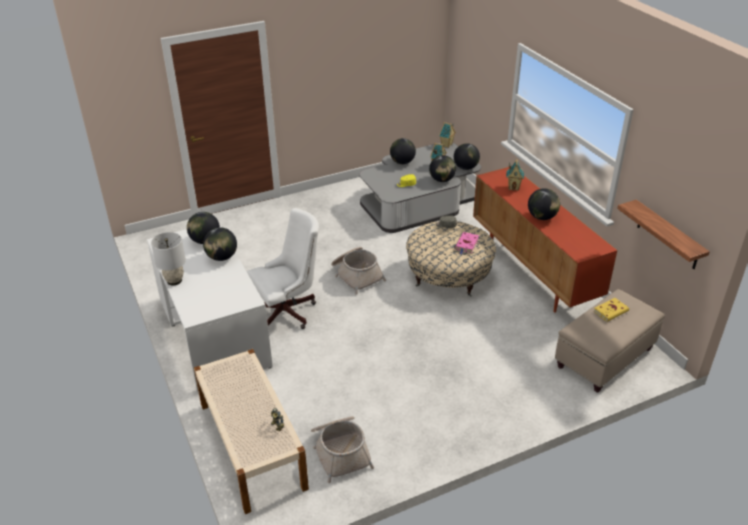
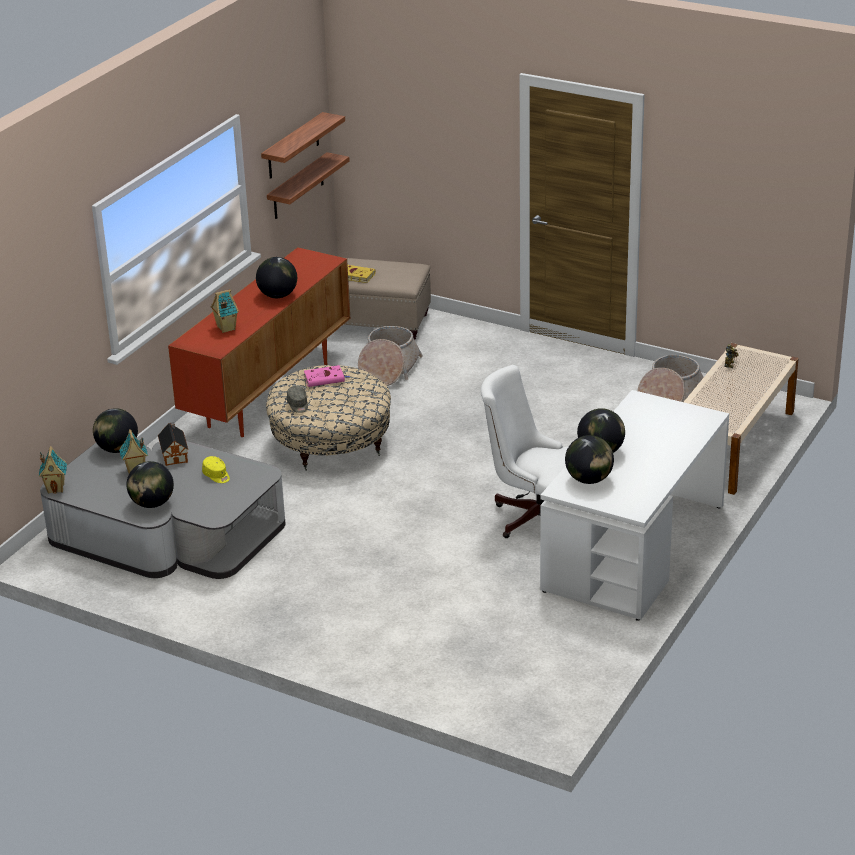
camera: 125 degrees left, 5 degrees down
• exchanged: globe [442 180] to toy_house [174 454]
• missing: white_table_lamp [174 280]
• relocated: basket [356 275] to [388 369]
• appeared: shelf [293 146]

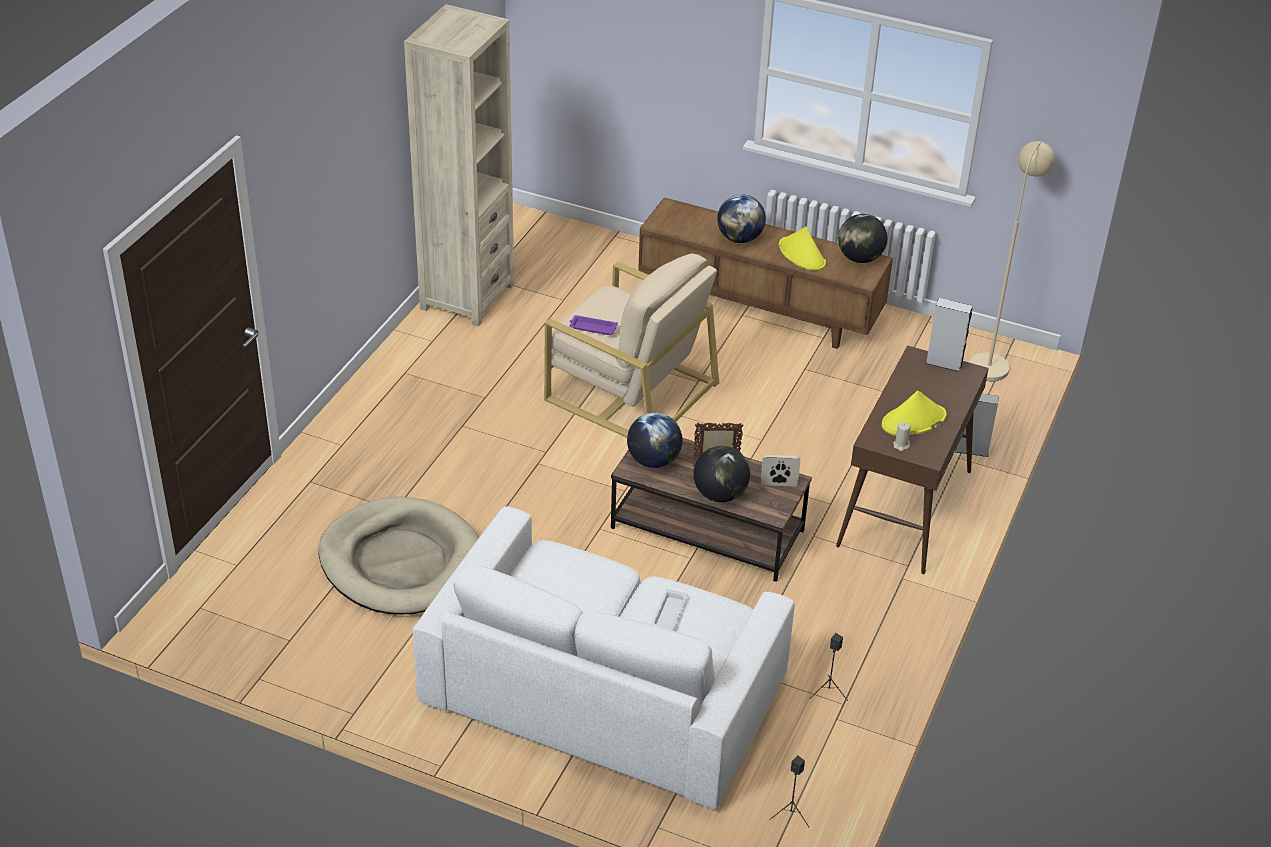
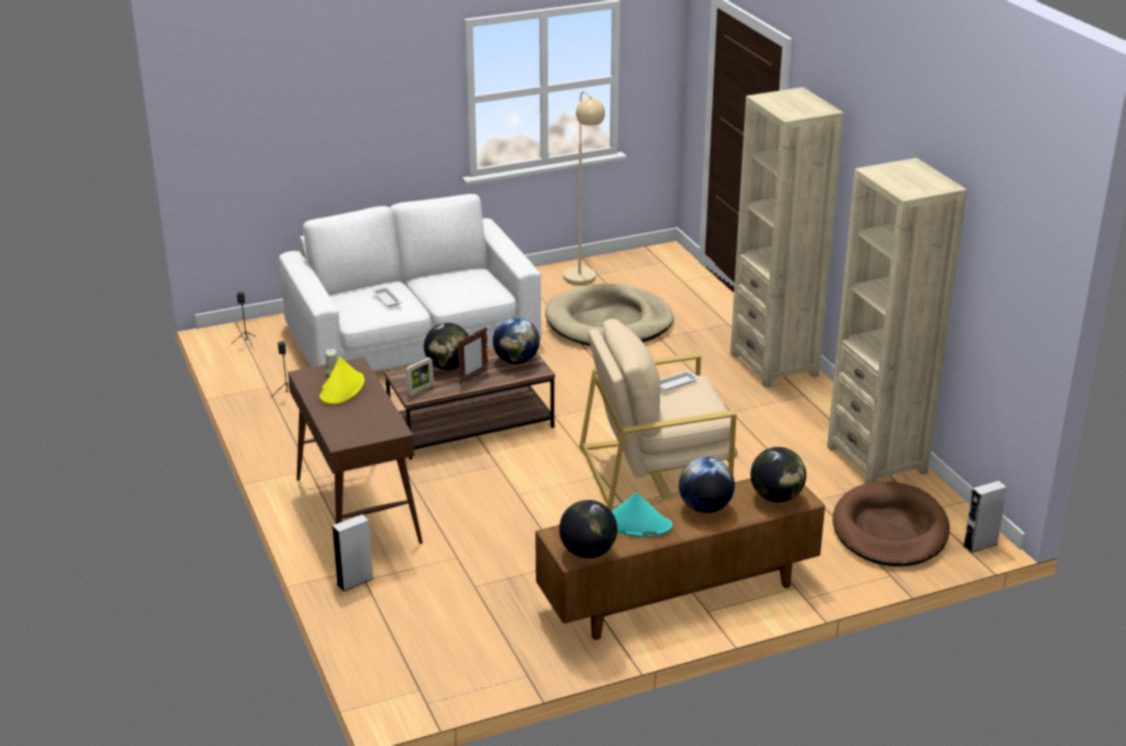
camera: 135 degrees right, 10 degrees down
• relocated: beige_floor_lamp [992 362] to [583 282]
• colour: yellow_hat [802 255] to turquoise_hat [636 525]
• relocated: grey_speaker [944 363] to [980 545]
• colour: purple_tray [592 328] to white_tray [677 383]
• appeared: beige_bookcase [774 365]
• appeared: globe [776 497]
• appeared: brown_dog_bed [889 530]

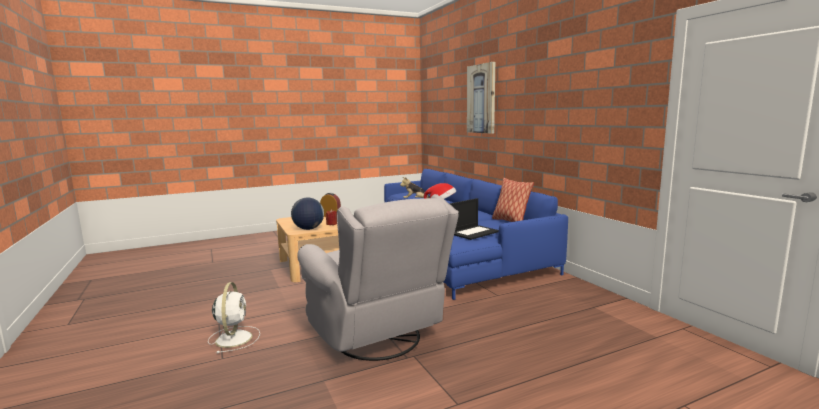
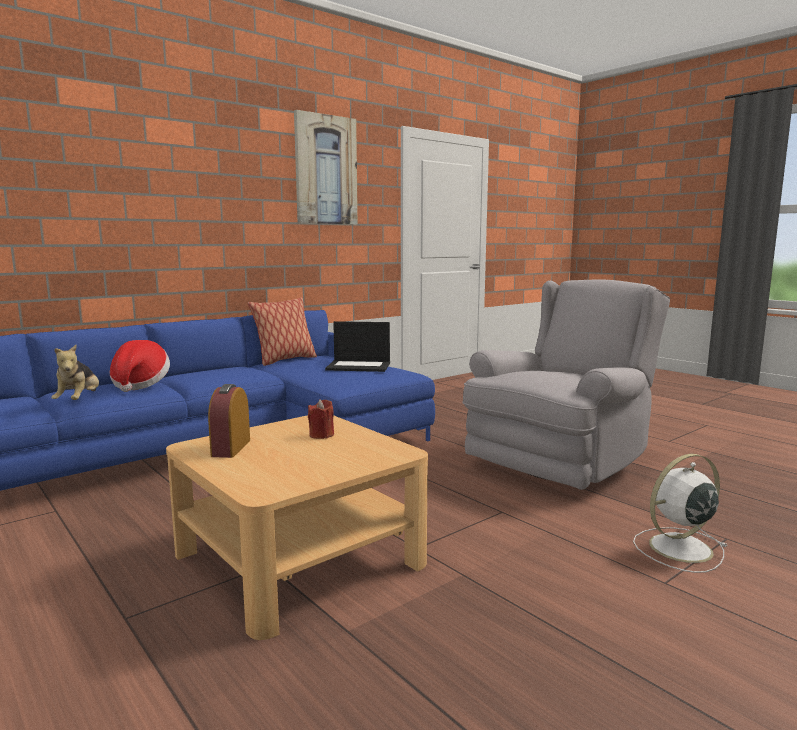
camera: 105 degrees left, 0 degrees up
• relocated: picture [481 99] to [325 170]
• missing: globe [308 229]
• spun: laptop [473 232] = [359 366] 150 degrees clockwise

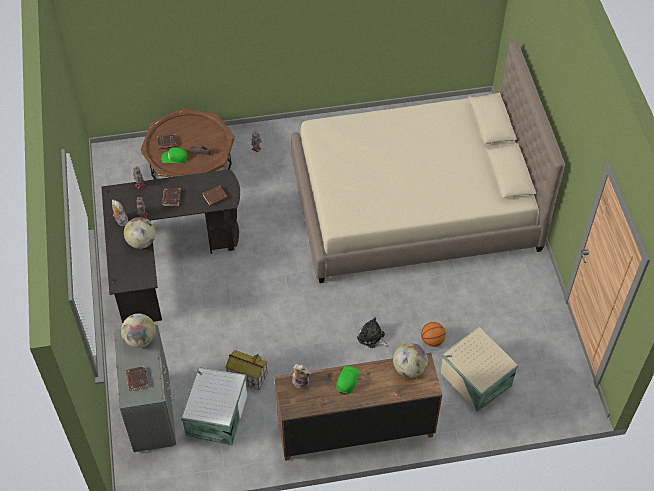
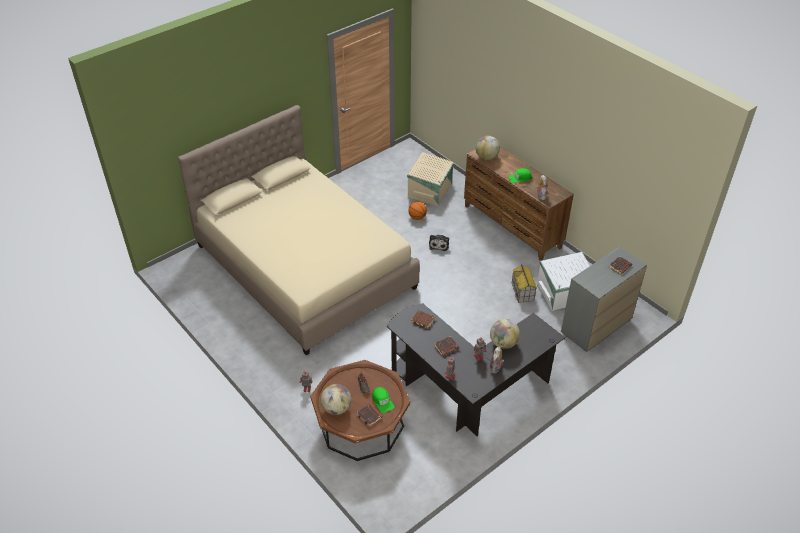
camera: 120 degrees left, 10 degrees down
• relocated: globe [140 339] to [336 408]

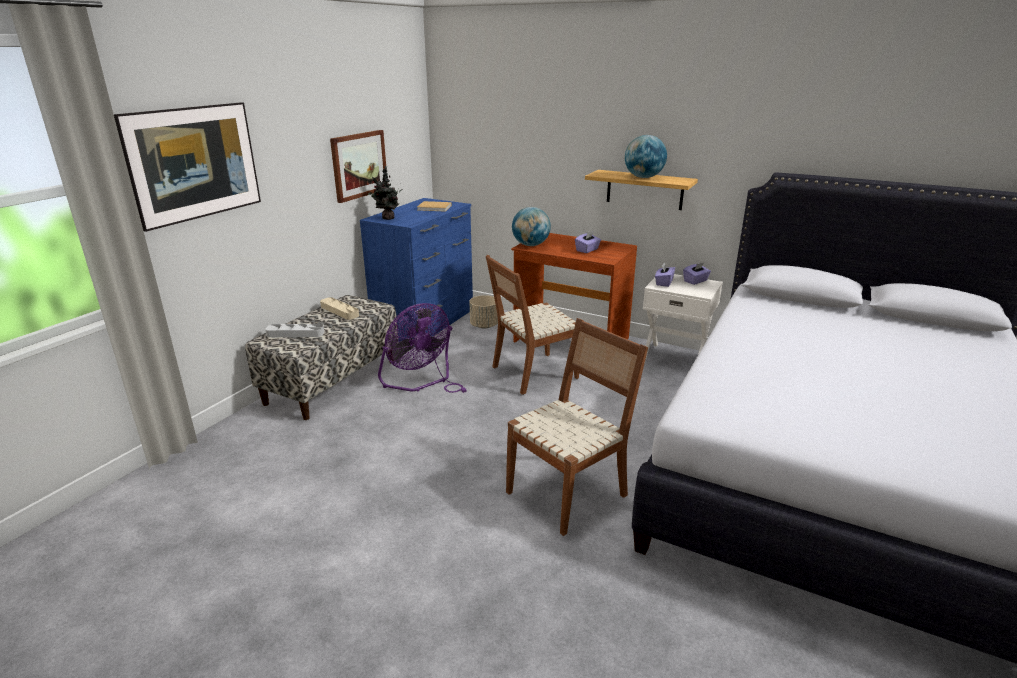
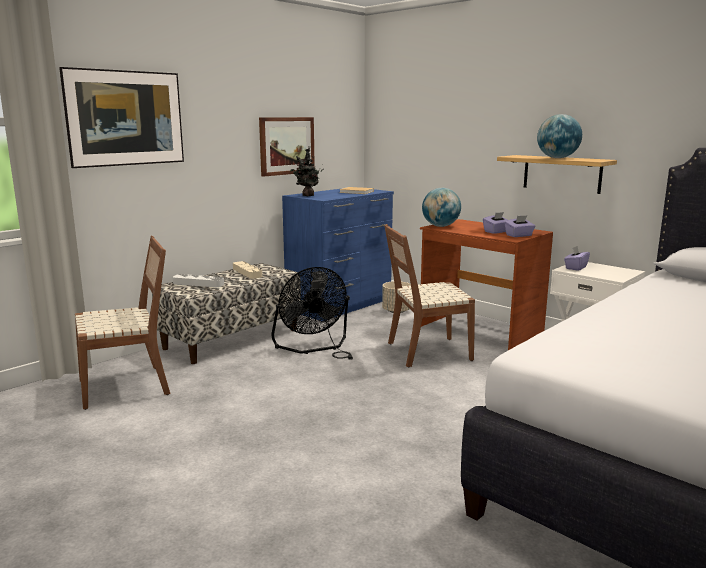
camera: 15 degrees right, 10 degrees down
• relocated: purple_tissue_box [695 281] to [519 235]
• colour: purple_fan [427 381] to black_fan [319 347]
• relocated: chair [570 492] to [129 386]

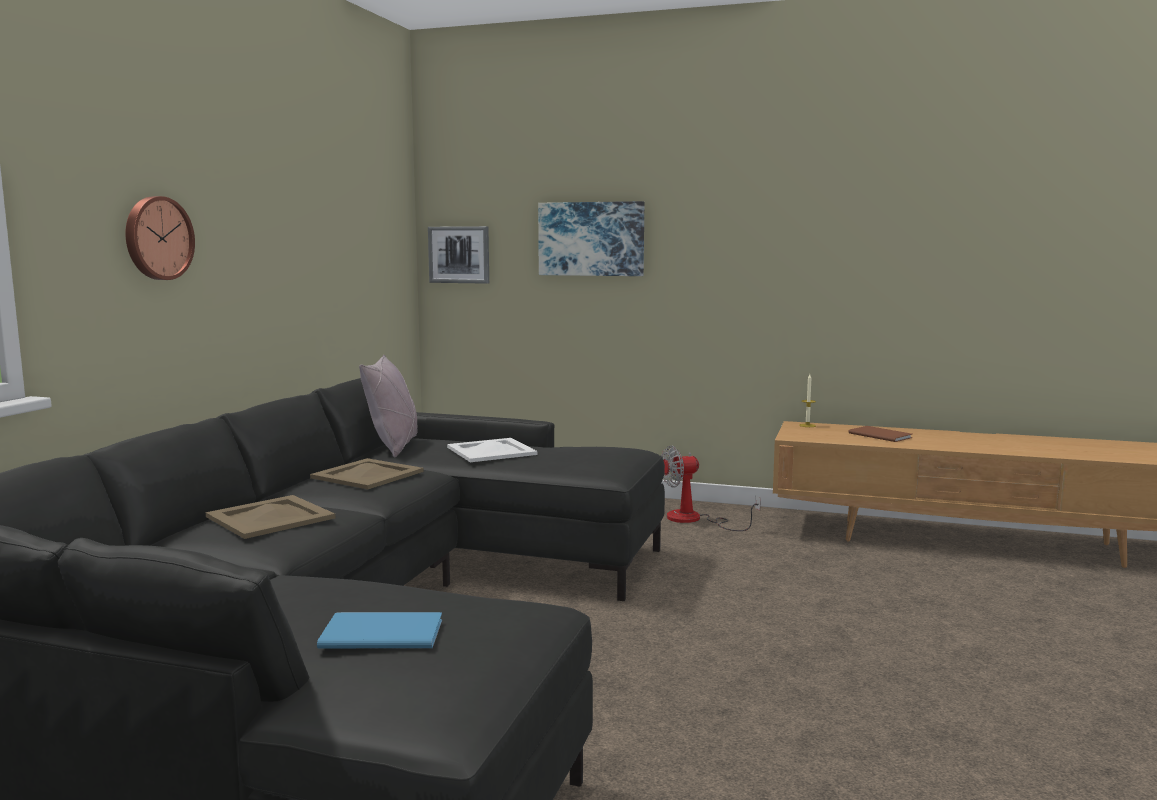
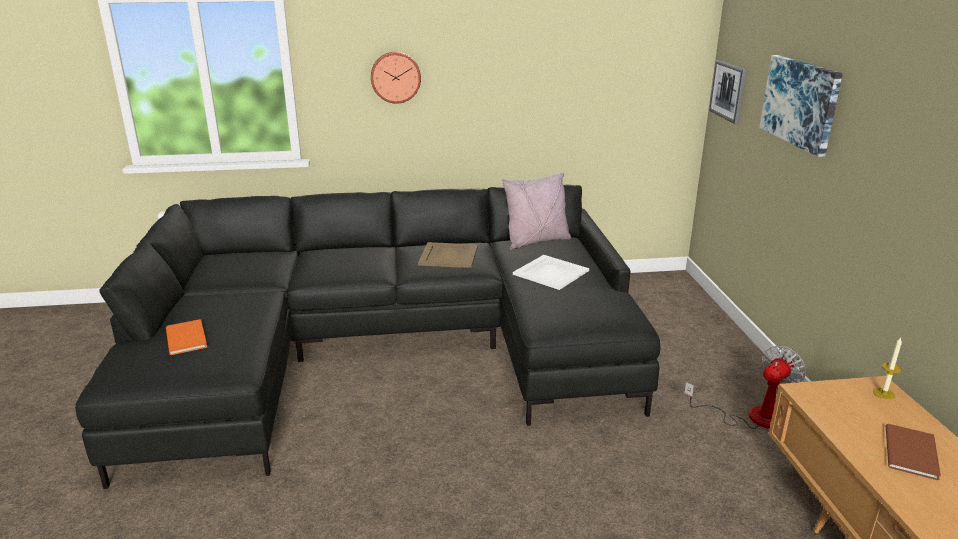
camera: 65 degrees right, 15 degrees up
• spun: fan [695 520] = [752 417] 90 degrees clockwise
• missing: beige_tray [271 517]
• colour: blue_book [379 632] to orange_book [188 337]

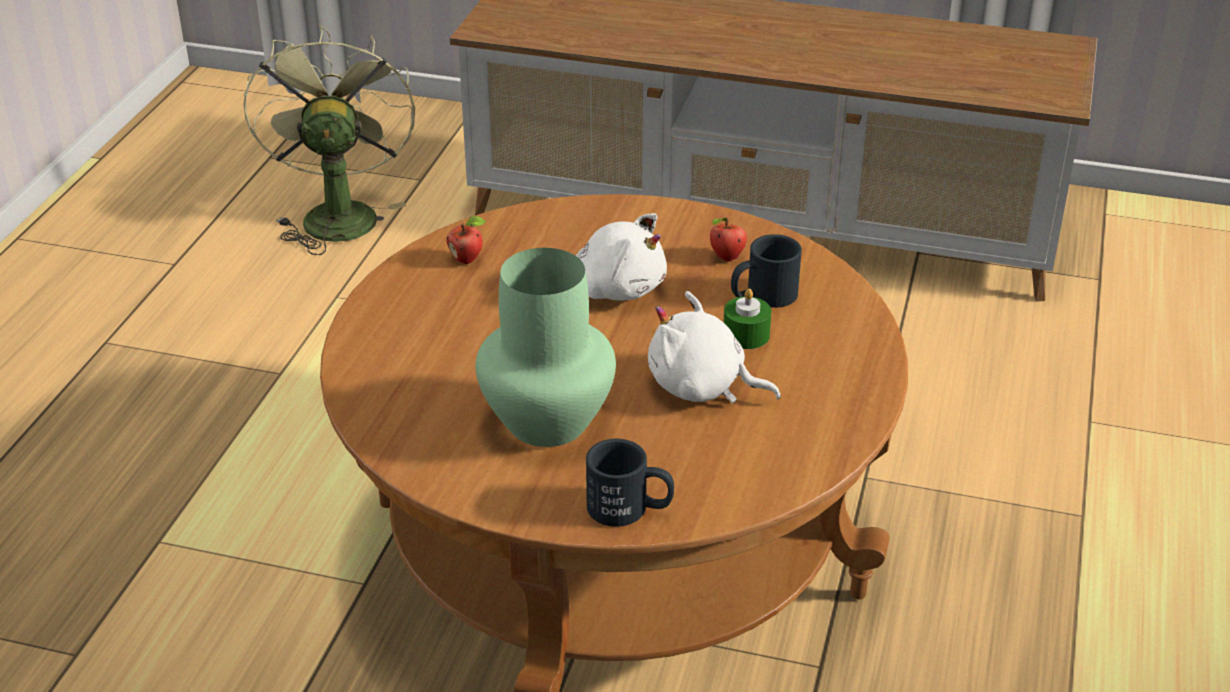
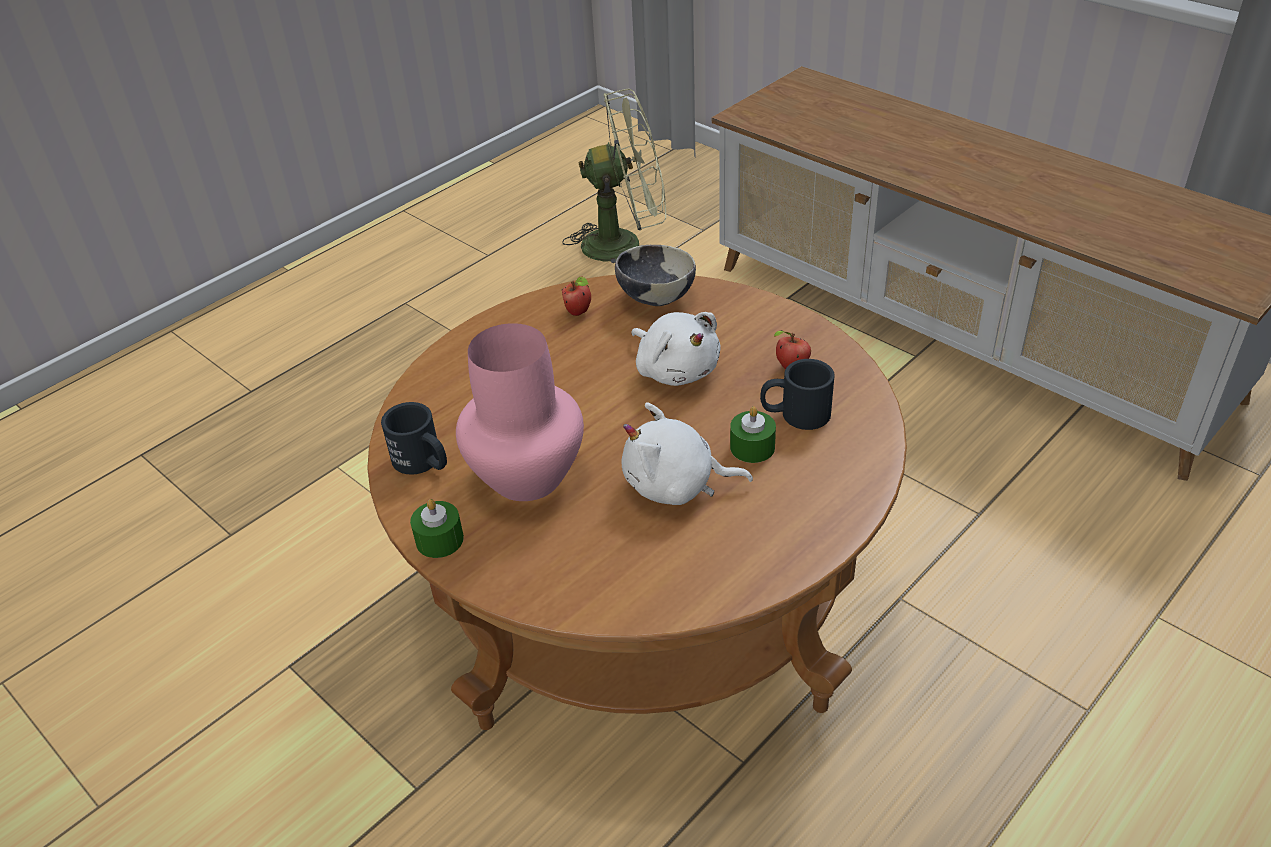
camera: 30 degrees right, 5 degrees up
• spun: green_fan [337 214] = [624 243] 60 degrees clockwise
• colour: green_vase [547 420] to pink_vase [528 475]
• spun: white_plush_toy [702 387] = [676 486] 45 degrees counterclockwise
• relocated: black_mug [630 508] to [423 462]
• appeared: bowl [655 298]
• appeared: green_candle [439 540]

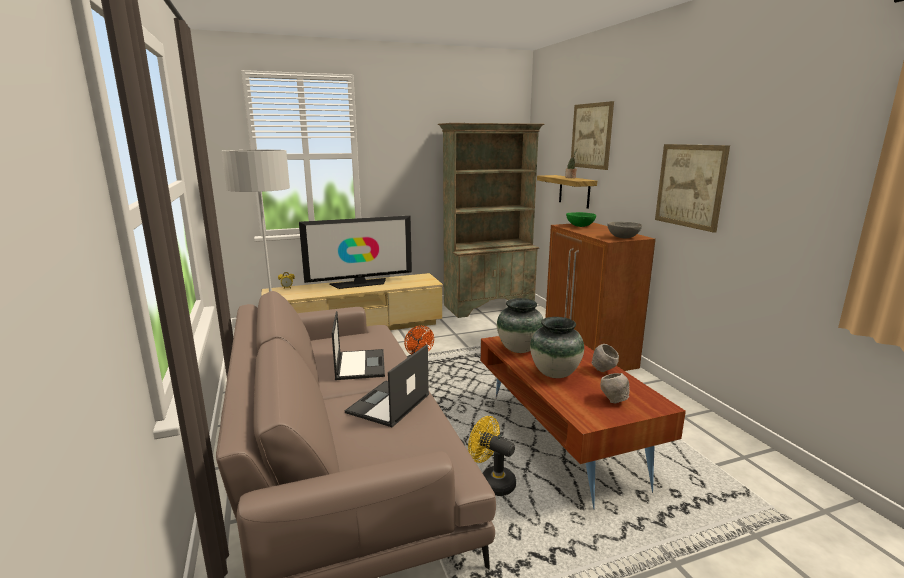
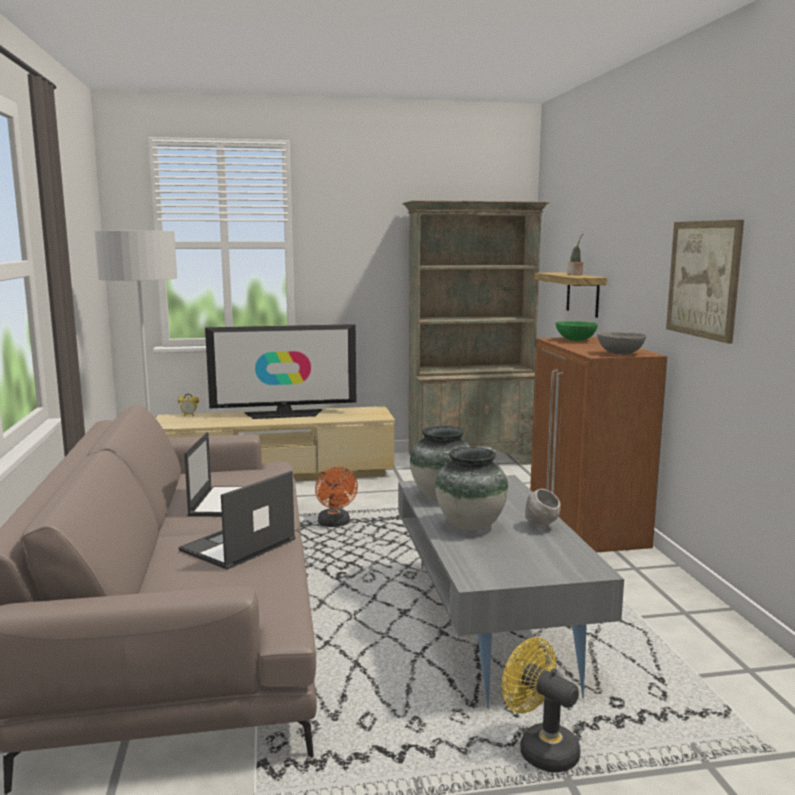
camera: 10 degrees right, 5 degrees down
• missing: picture [591 136]
• colour: brown_coffee_table [561 439] to grey_coffee_table [488 624]
• missing: grey_bowl [613 401]
• relocated: yellow_fan [492 482] to [540 748]

